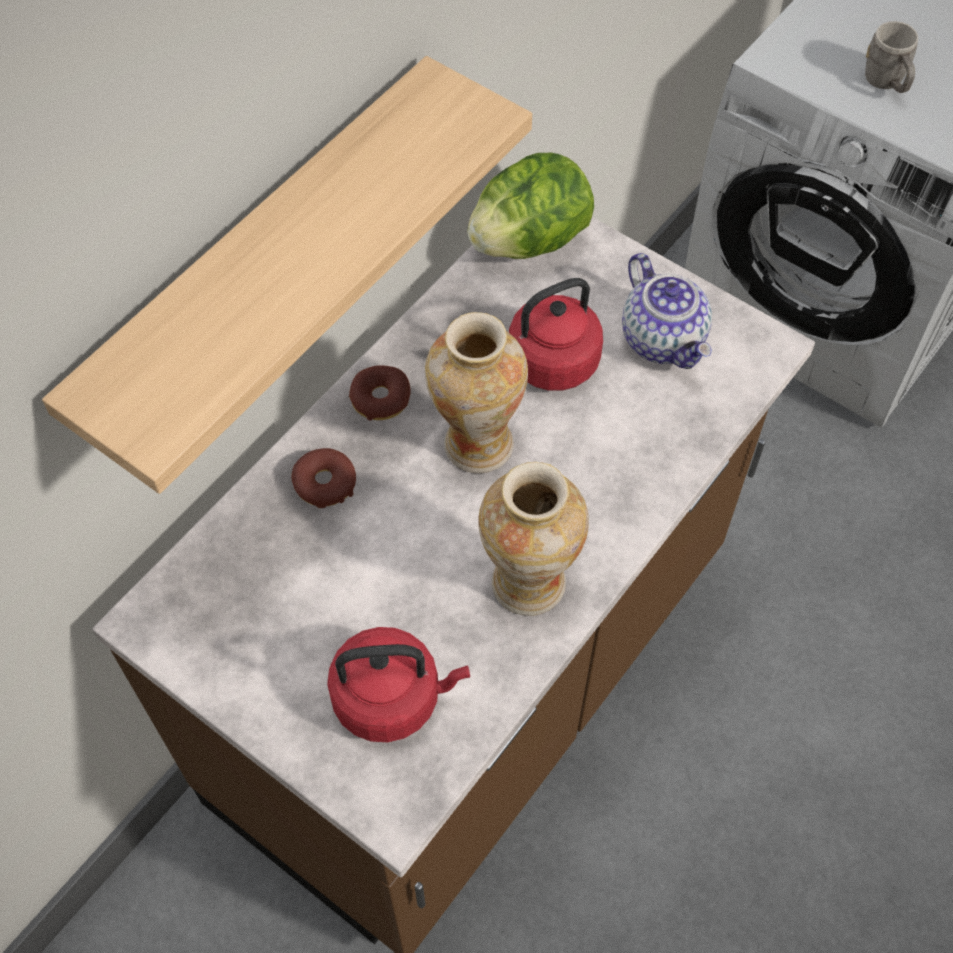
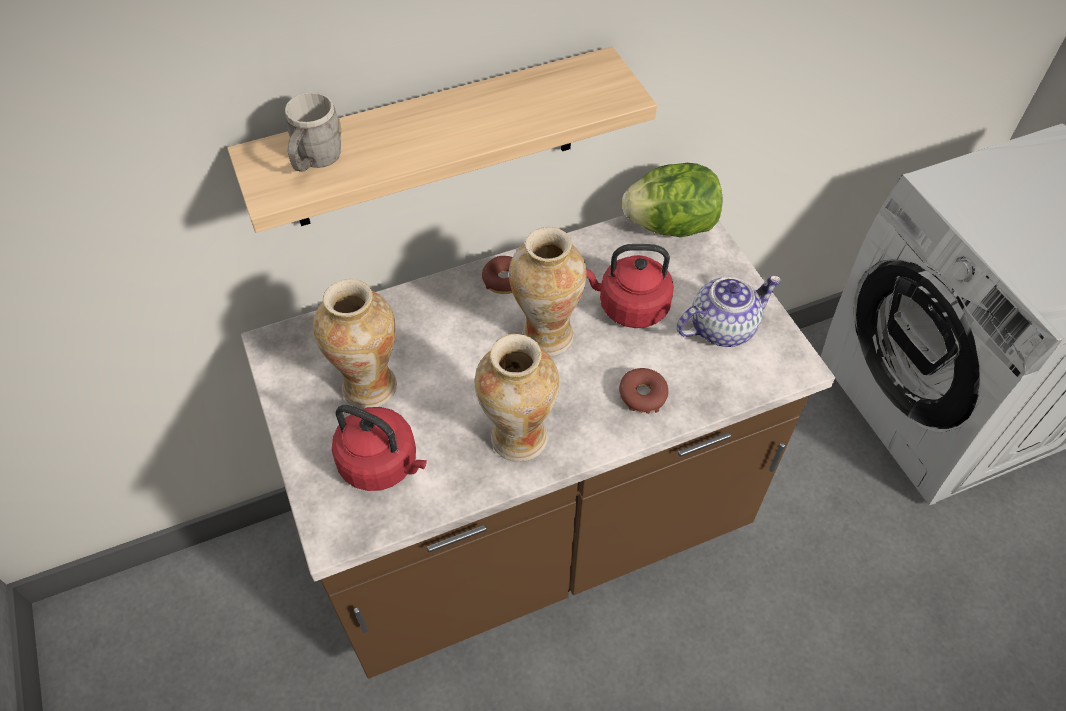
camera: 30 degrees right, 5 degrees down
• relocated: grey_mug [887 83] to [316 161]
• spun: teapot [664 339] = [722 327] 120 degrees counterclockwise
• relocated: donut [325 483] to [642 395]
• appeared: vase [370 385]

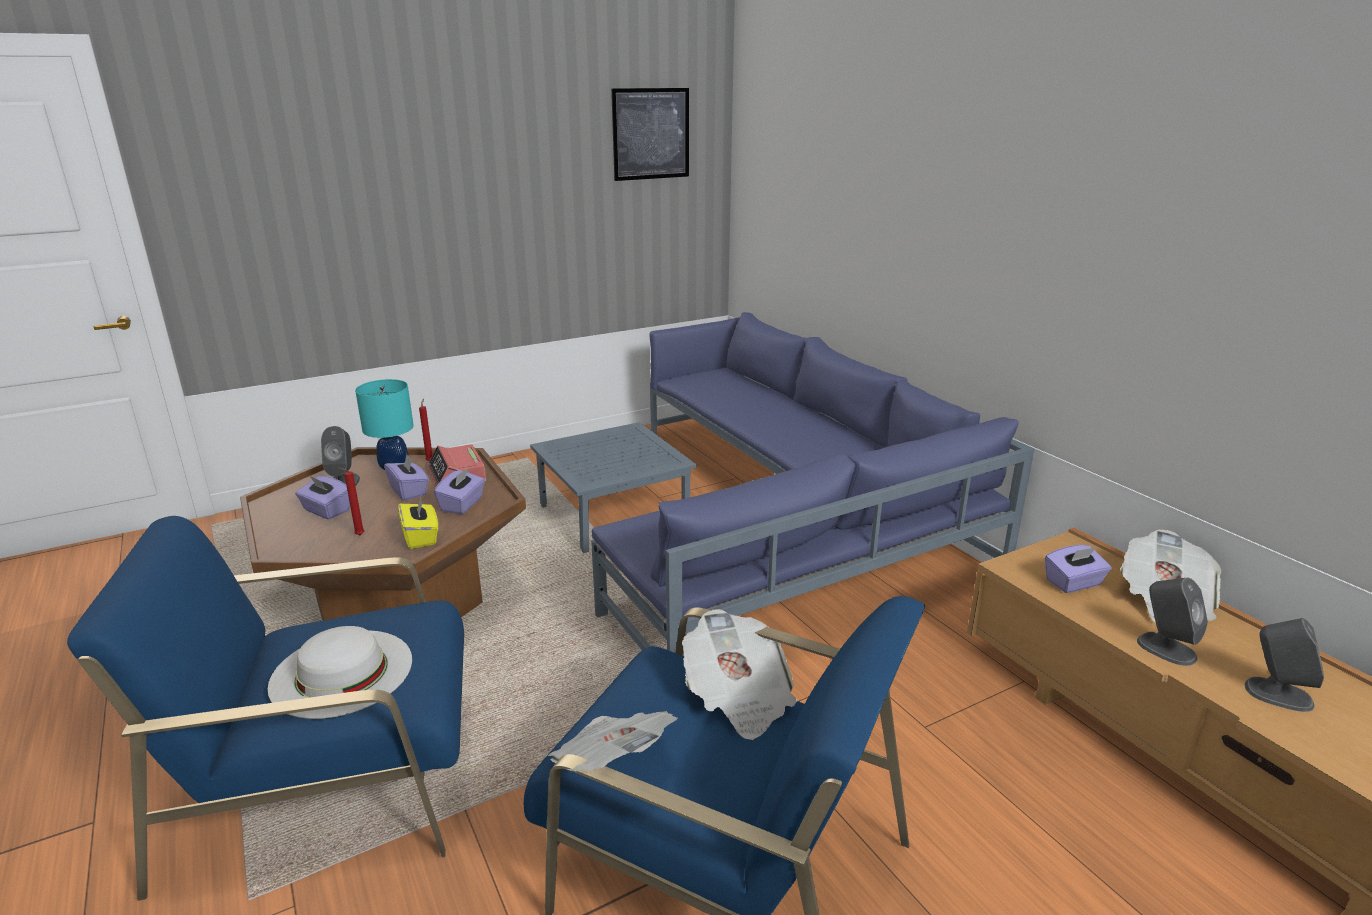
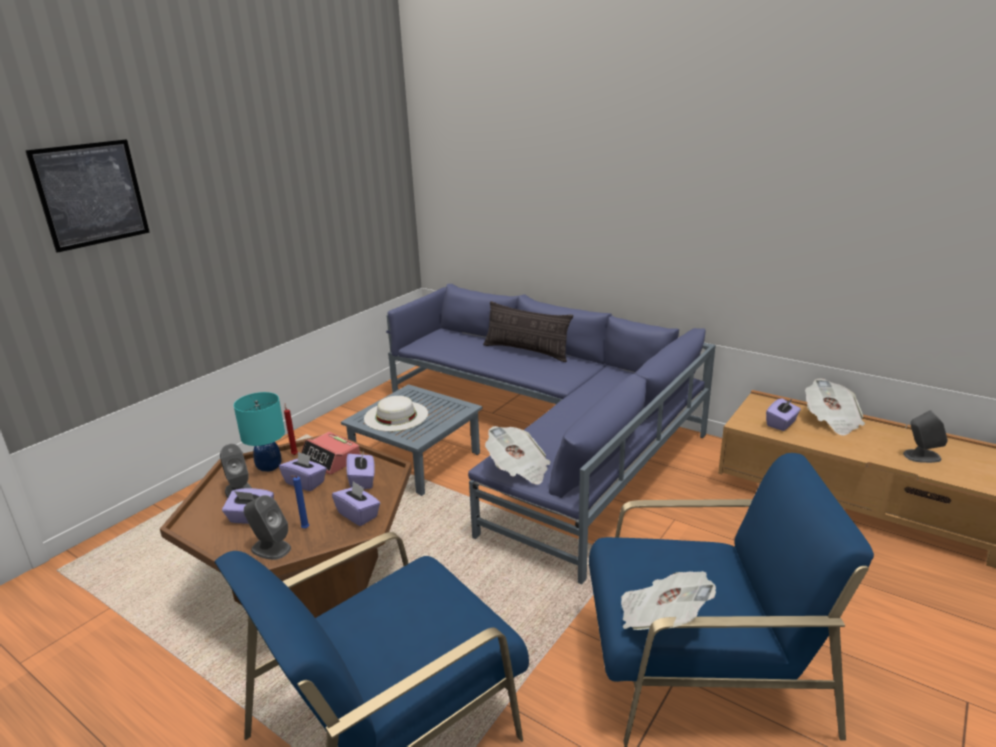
camera: 25 degrees left, 0 degrees up
• relocated: picture [651 134] to [91 194]
• colour: red_candle [358 535] to blue_candle [304 529]
• colour: yellow_tissue_box [421 537] to purple_tissue_box [358 515]
• relocated: grey_speaker [1165 648] to [270 548]
• relocated: newspaper [738 697] to [518 469]
• relocated: white_hat [341 672] to [396 416]
• appeared: pillow [526 351]

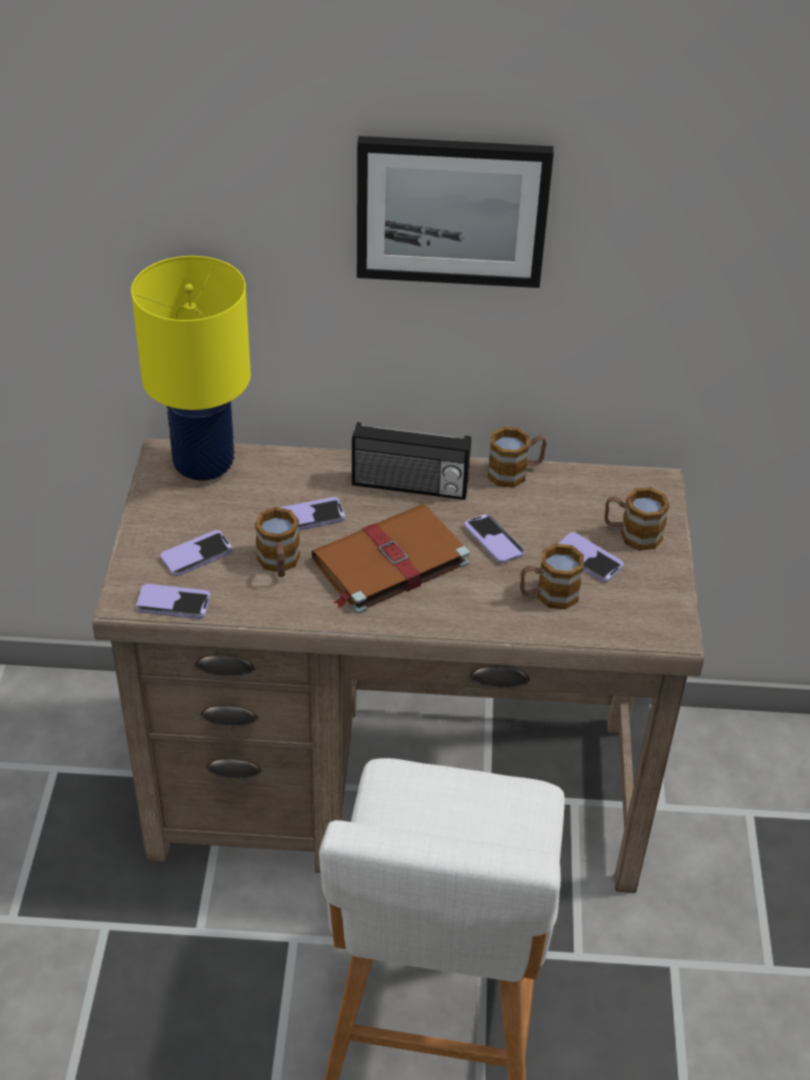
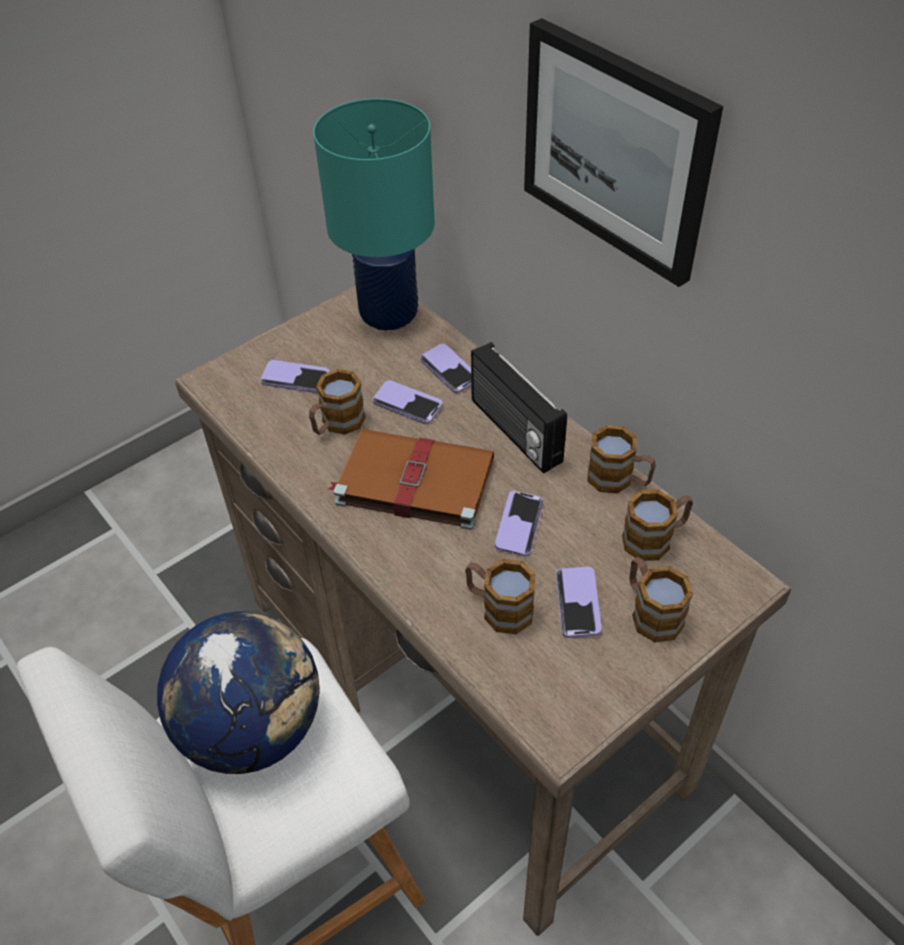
camera: 50 degrees right, 5 degrees up
• colour: yellow_table_lamp [205 466] to turquoise_table_lamp [390 317]
• relocated: phone [173 603] to [449 370]
• appeared: mug [655 538]
• appeared: globe [254 727]

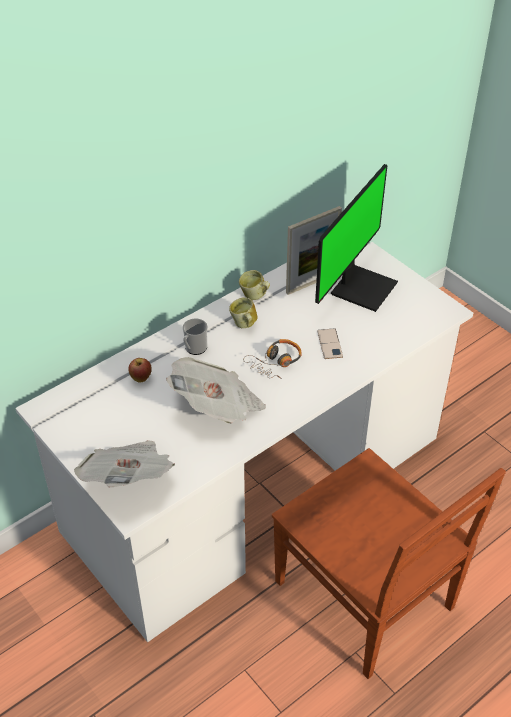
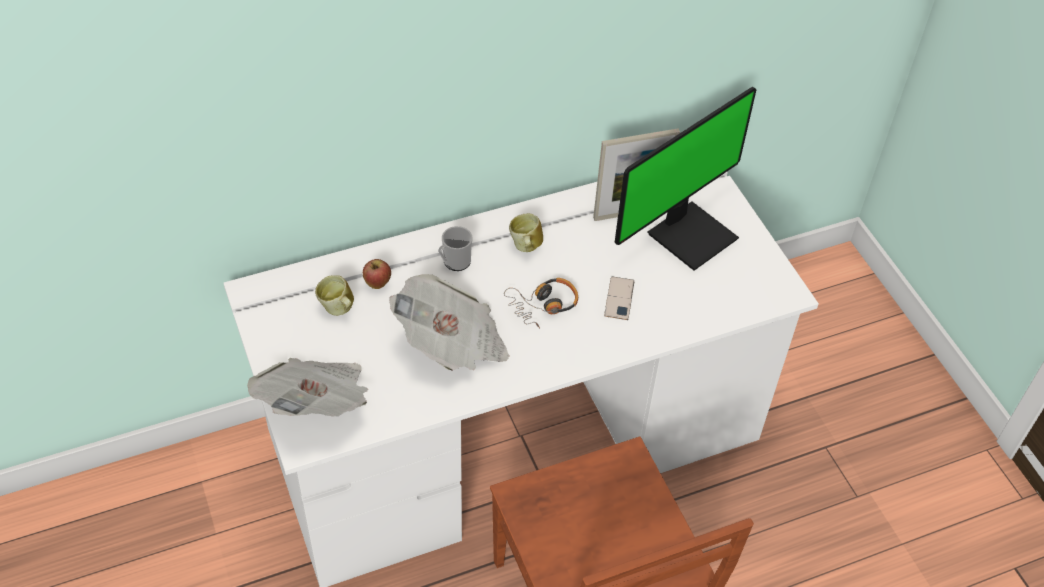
camera: 15 degrees right, 5 degrees up
• relocated: mug [255 296] to [338 310]

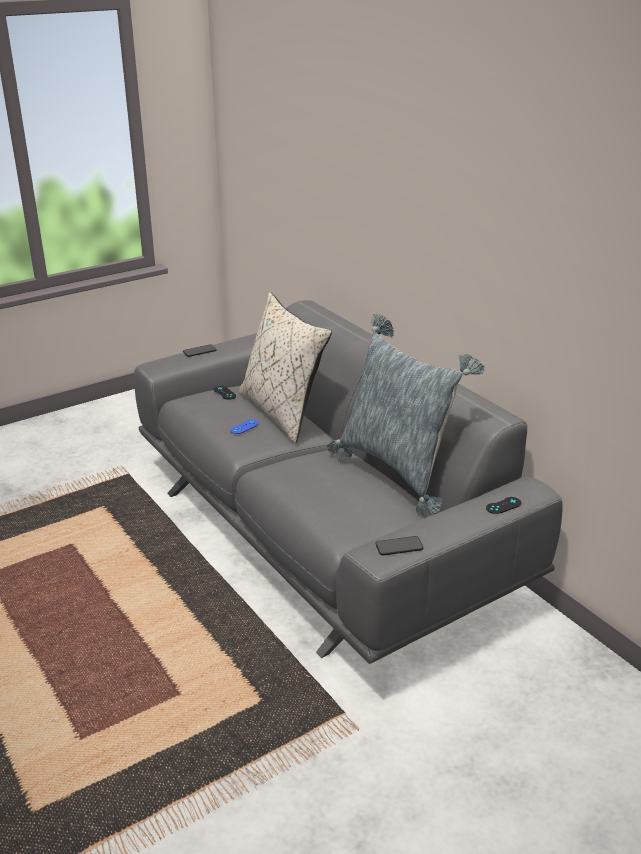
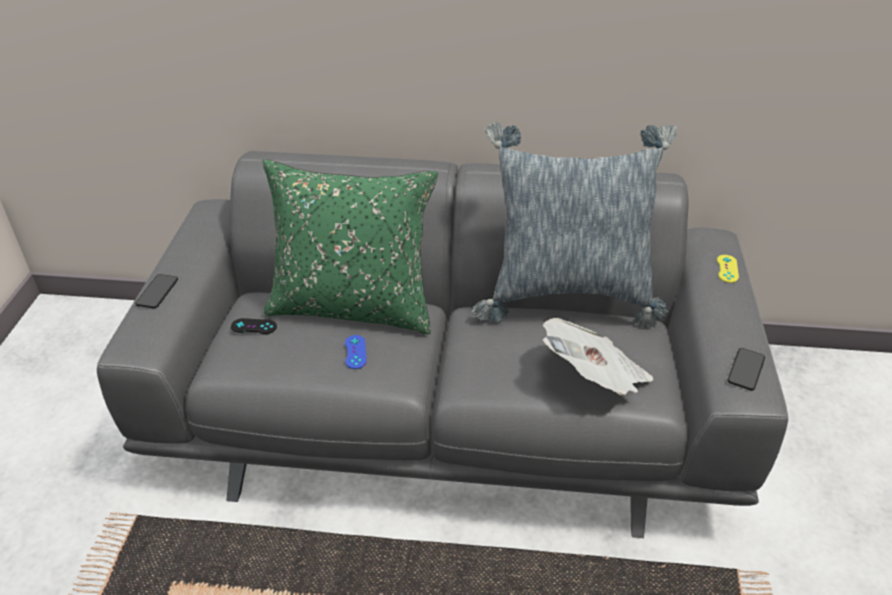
camera: 50 degrees left, 10 degrees up
• colour: beige_pillow [283 412] to green_pillow [353 307]
• colour: black_game_controller [503 505] to yellow_game_controller [727 269]
• appeared: newspaper [594 378]

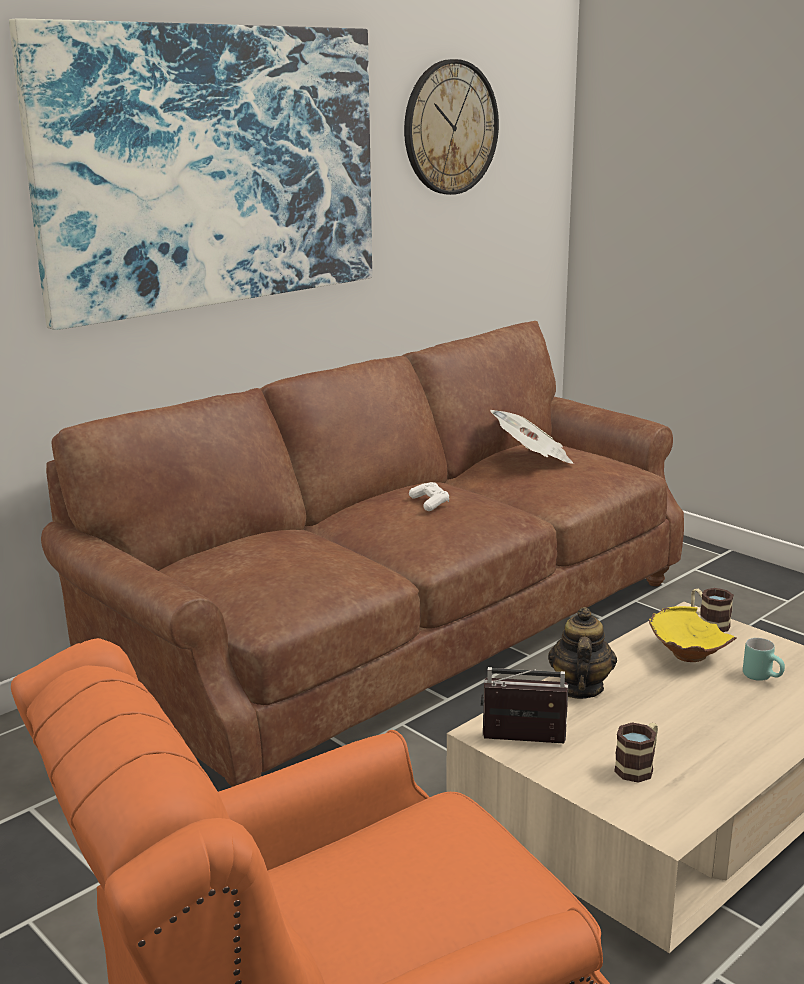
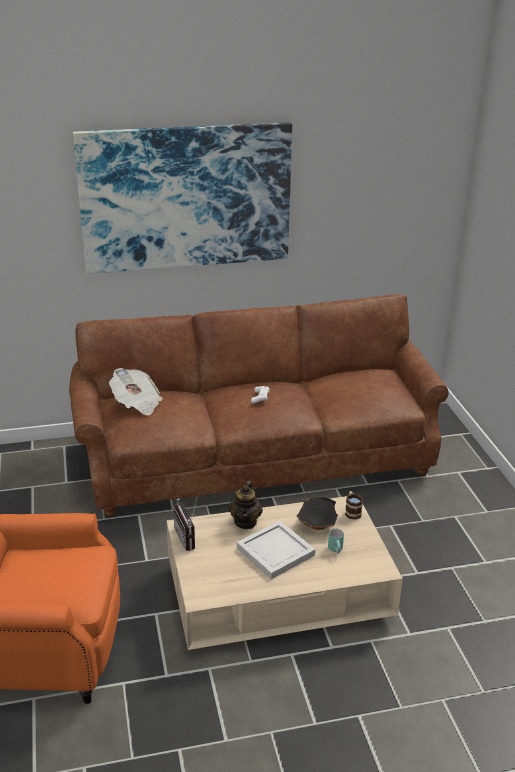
camera: 30 degrees right, 10 degrees up
• missing: wall_clock [450 128]
• relocated: newspaper [532 458] to [137 403]
• colour: yellow_bowl [686 655] to black_bowl [316 524]
• spun: teapot [580 688] = [245 522] 150 degrees clockwise
• spun: radio [522 743] = [189 537] 150 degrees counterclockwise
• missing: mug [638 767]
• appeared: white_tray [274 551]

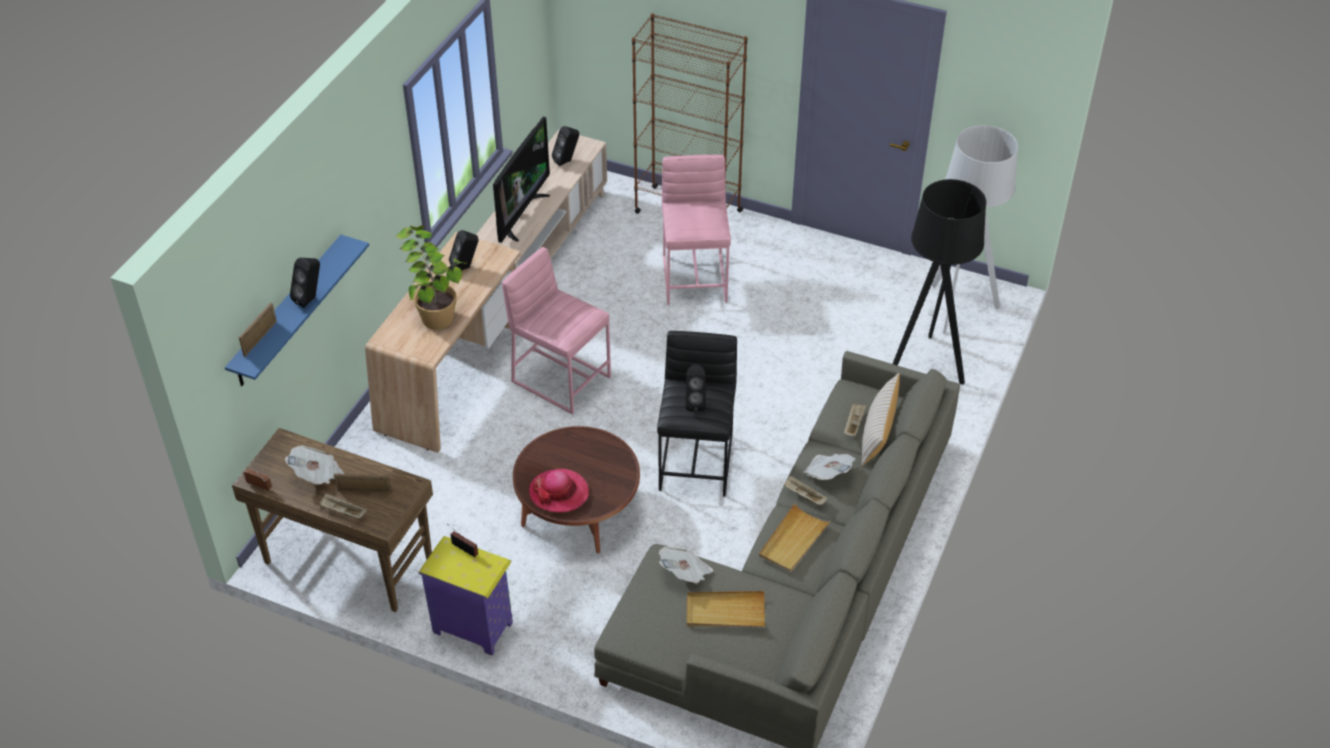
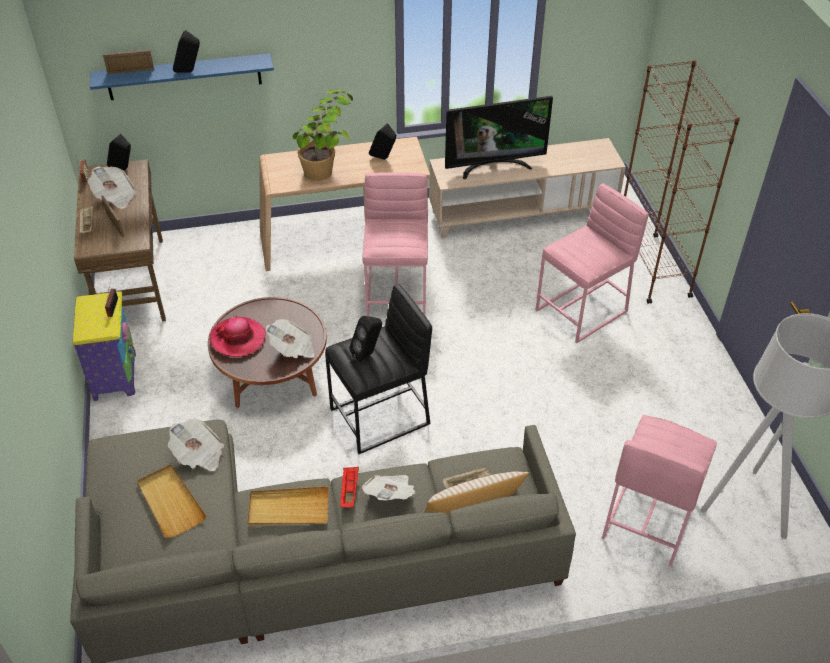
camera: 55 degrees right, 0 degrees up
• relocated: black_speaker [567 161] to [124 169]
• exchanged: black_floor_lamp [927 365] to pink_stool [648 518]
• colour: beige_tray [804 496] to red_tray [349 491]
• appeared: newspaper [292 349]

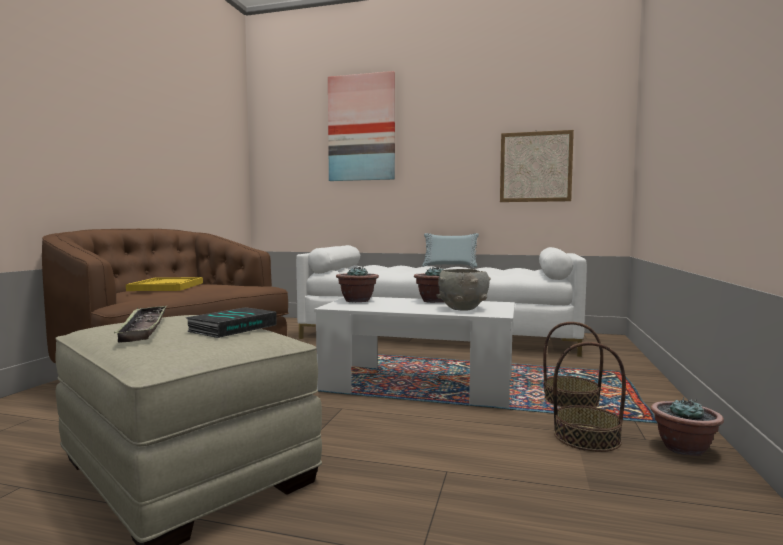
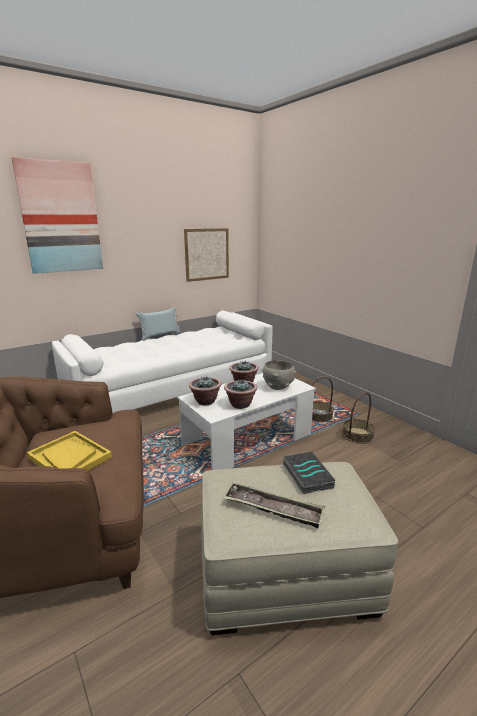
camera: 50 degrees left, 15 degrees up
• relocated: potted_plant [683 448] to [240 404]

